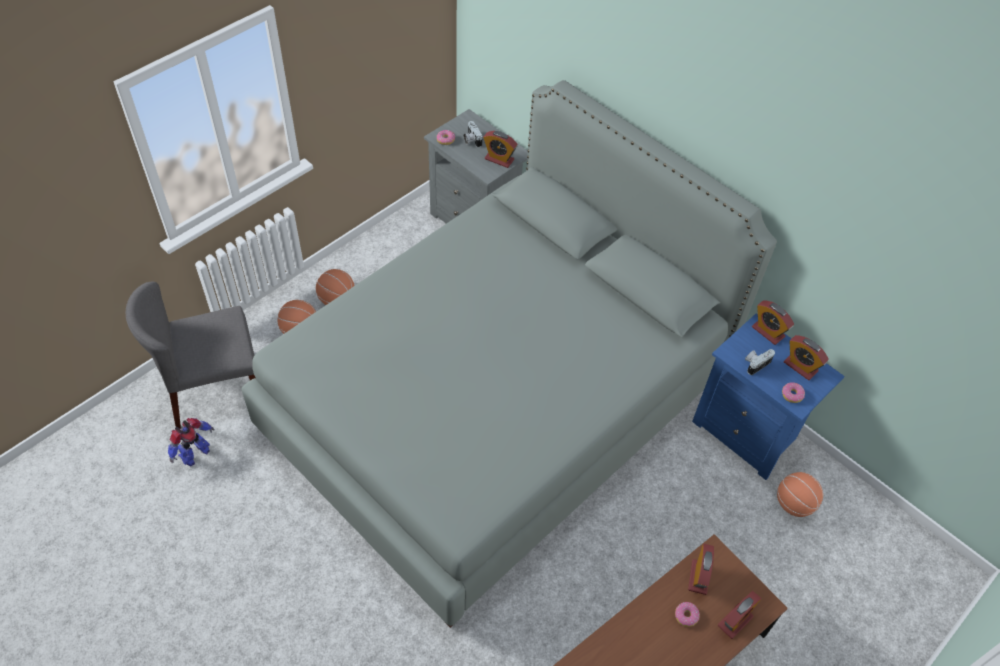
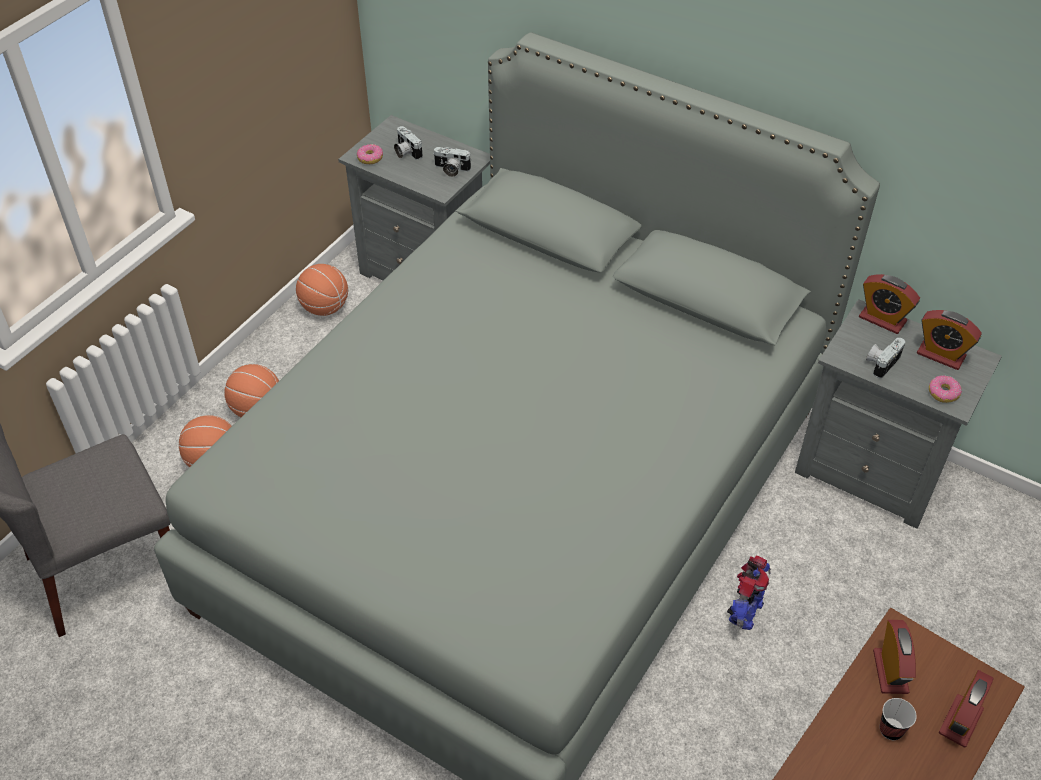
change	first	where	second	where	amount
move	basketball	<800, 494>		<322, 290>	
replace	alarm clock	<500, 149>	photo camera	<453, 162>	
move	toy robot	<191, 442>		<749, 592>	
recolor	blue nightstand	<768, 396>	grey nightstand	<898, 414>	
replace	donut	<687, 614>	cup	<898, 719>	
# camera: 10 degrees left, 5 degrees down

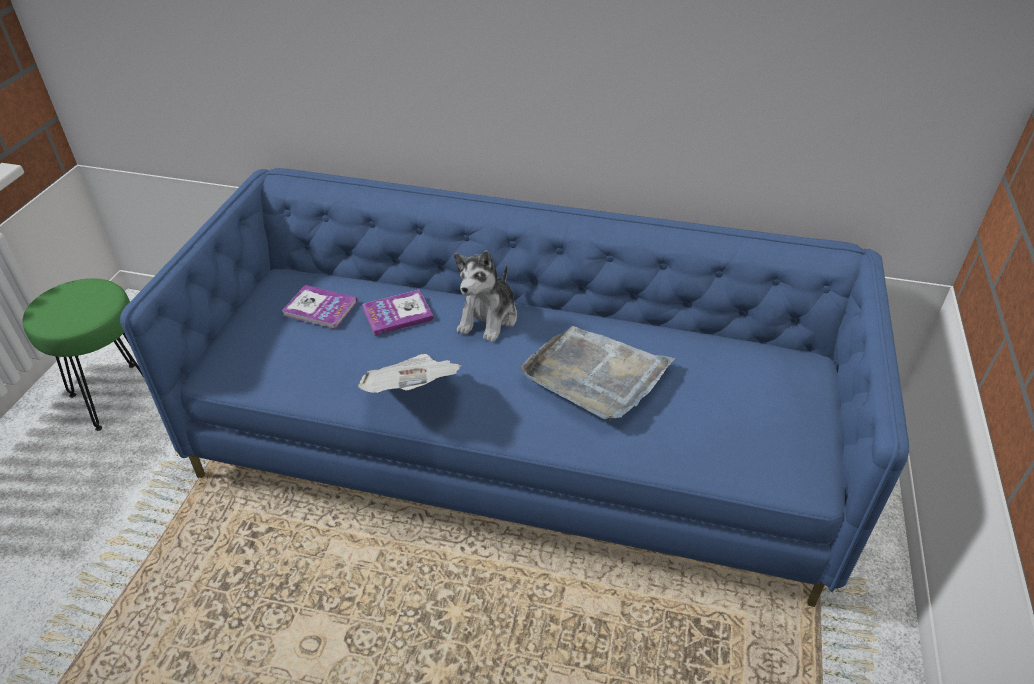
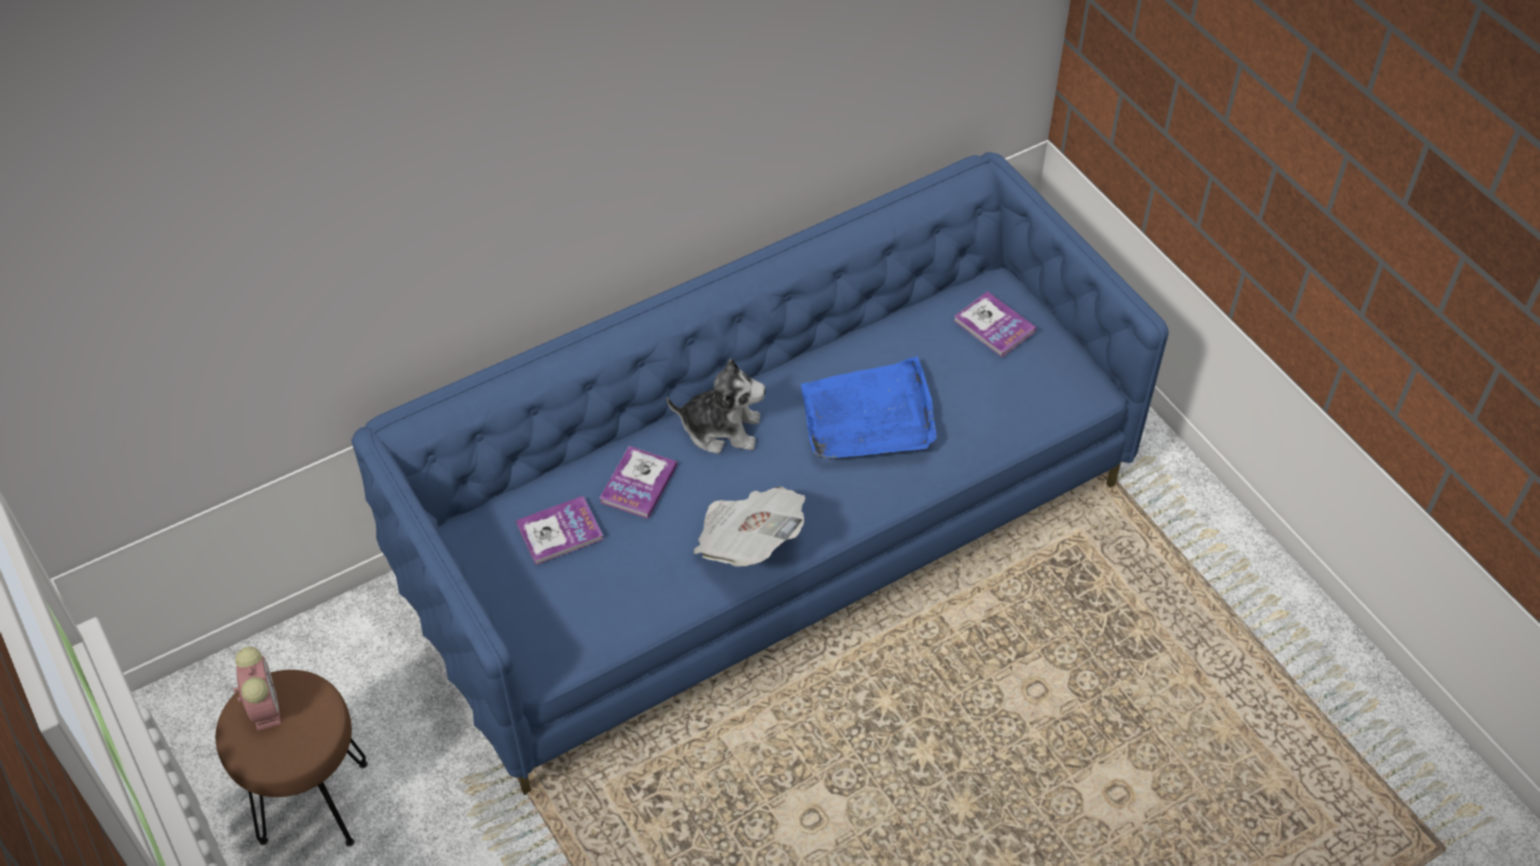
change	first	where	second	where	amount
recolor	green stool	<83, 355>	brown stool	<292, 758>	
insert			alarm clock	<257, 689>	
rotate	plush toy	<485, 296>		<716, 406>	60 degrees counterclockwise
recolor	grey tray	<597, 373>	blue tray	<869, 407>	
insert			book	<995, 324>	
# camera: 45 degrees left, 10 degrees up

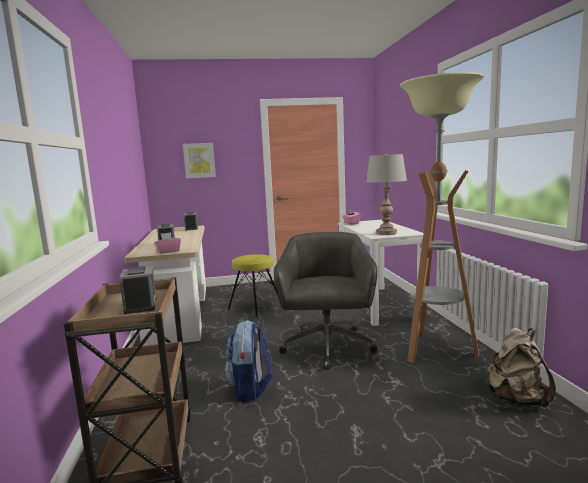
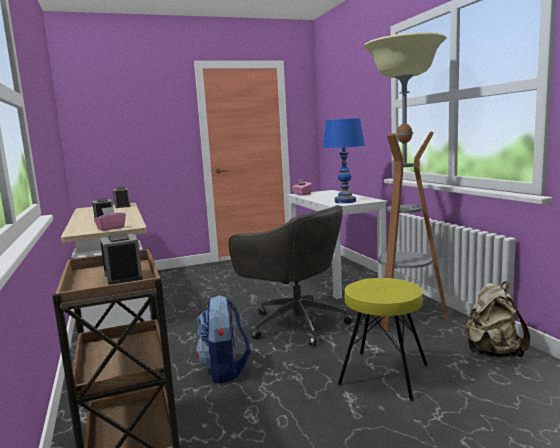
change	first	where	second	where	amount
rotate	grey office chair	<326, 301>		<291, 275>	135 degrees clockwise
recolor	grey table lamp	<386, 194>	blue table lamp	<344, 160>	
move	yellow stool	<253, 285>		<383, 339>	
delete	picture	<199, 161>			
# camera: 10 degrees left, 0 degrees up

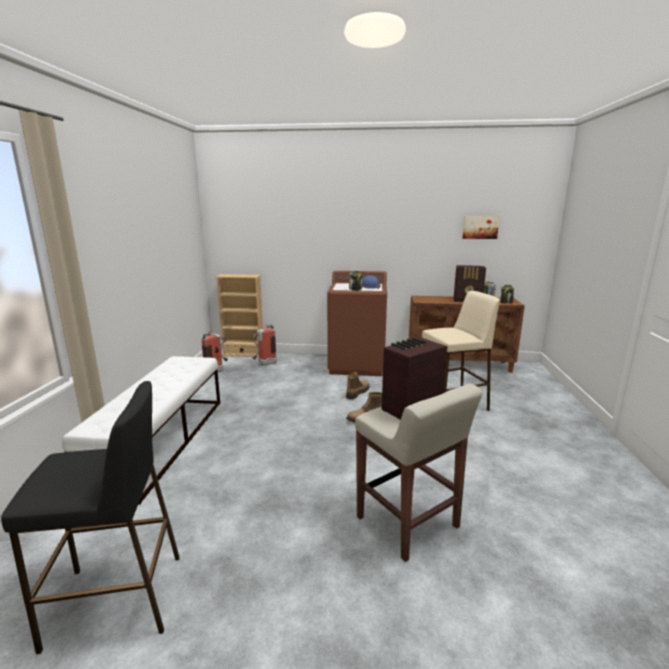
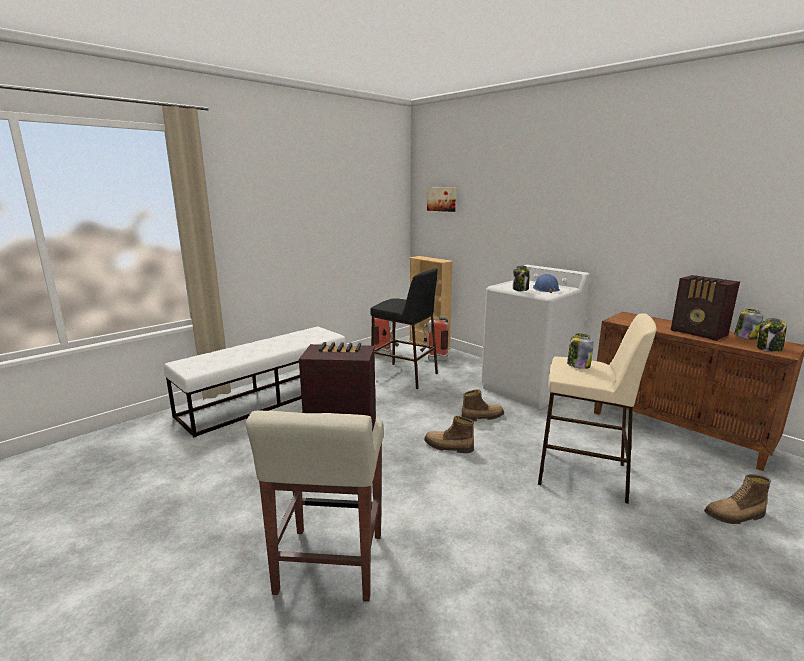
change	first	where	second	where	amount
move	black stool	<90, 517>		<404, 328>	
move	picture	<481, 227>		<441, 199>	
recolor	brown washing machine	<357, 323>	white washing machine	<535, 337>	
insert			jar	<580, 351>	
insert			boot	<737, 499>	
# camera: 40 degrees right, 0 degrees up

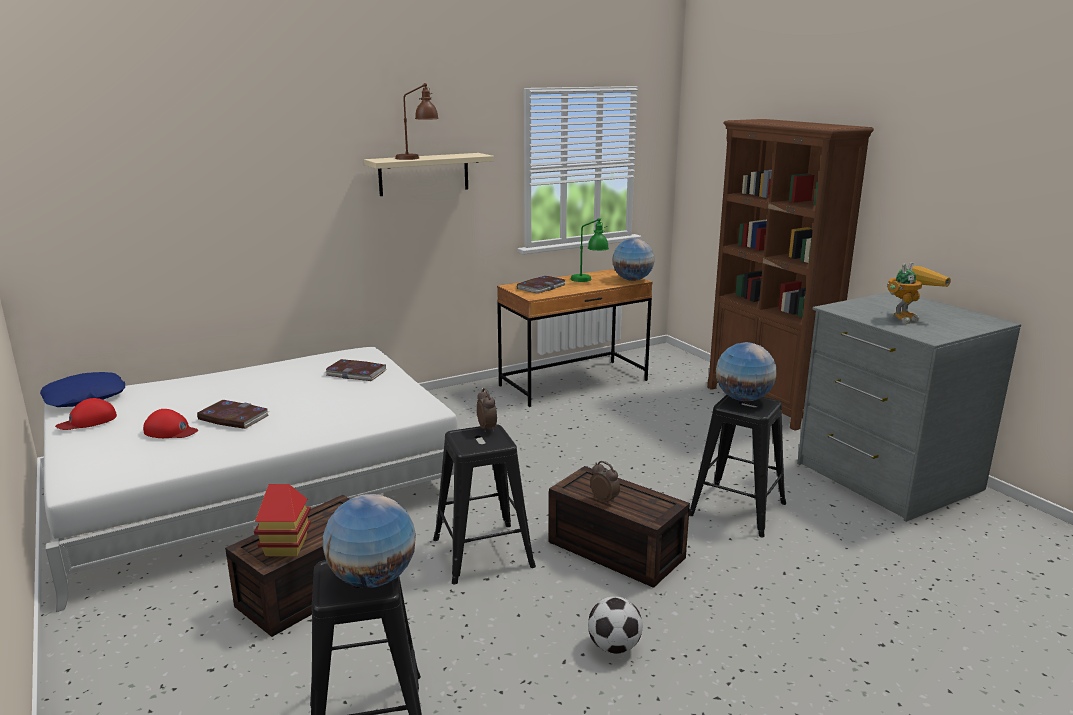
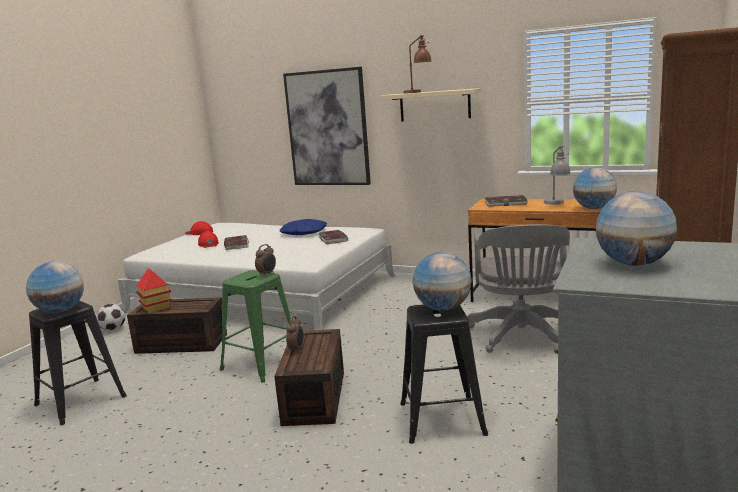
change	first	where	second	where	amount
move	football	<615, 625>		<110, 317>	
recolor	black stool	<484, 504>	green stool	<255, 326>	
move	blue pillow	<82, 389>		<303, 227>	
insert			picture	<327, 126>	
insert			grey office chair	<518, 289>	
recolor	green table lamp	<589, 250>	grey table lamp	<557, 175>	
replace	toy robot	<919, 293>	globe	<636, 228>	
# camera: 55 degrees right, 5 degrees down

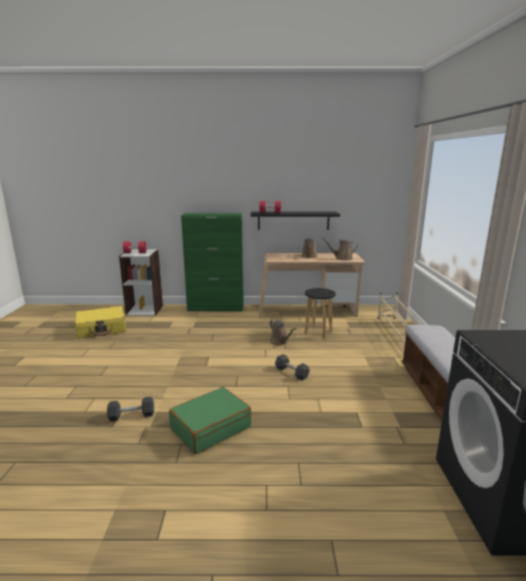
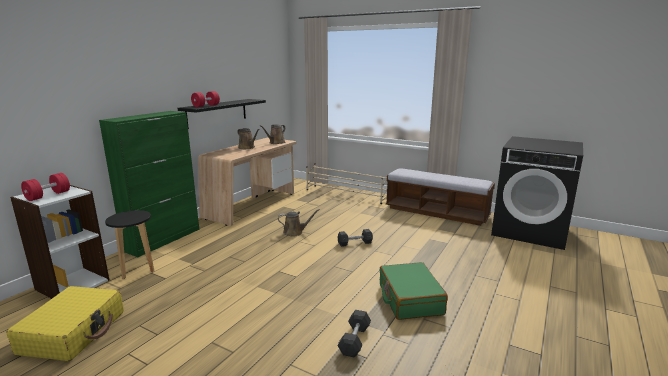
change	first	where	second	where	amount
move	black stool	<320, 313>		<129, 244>	
# camera: 60 degrees left, 0 degrees up

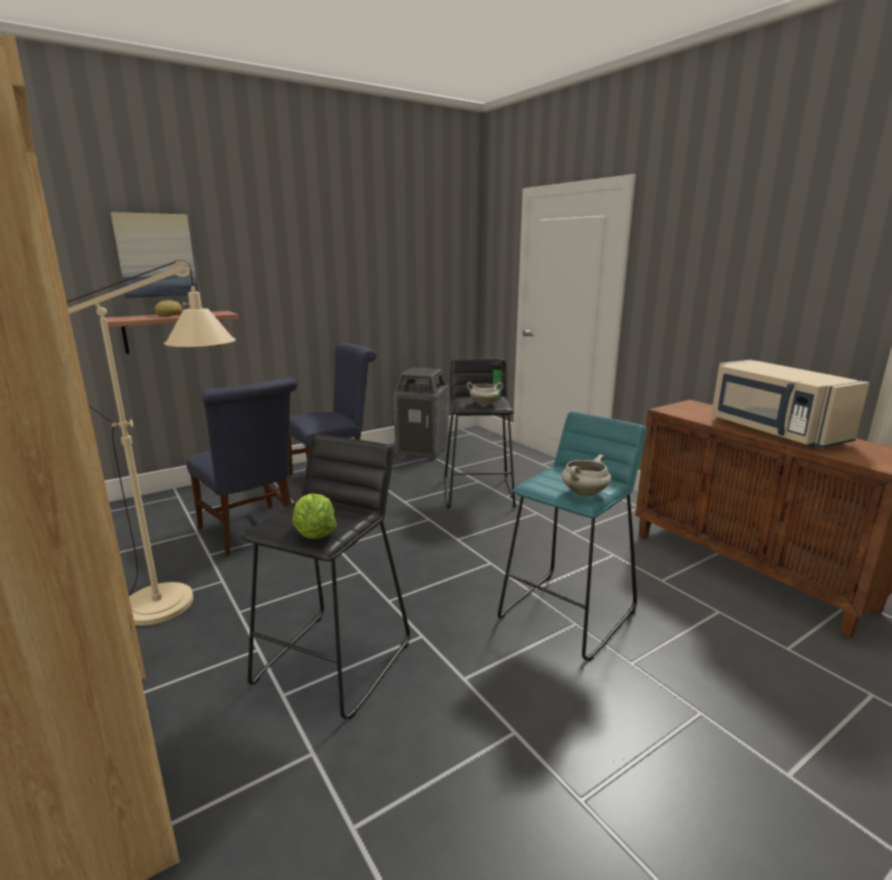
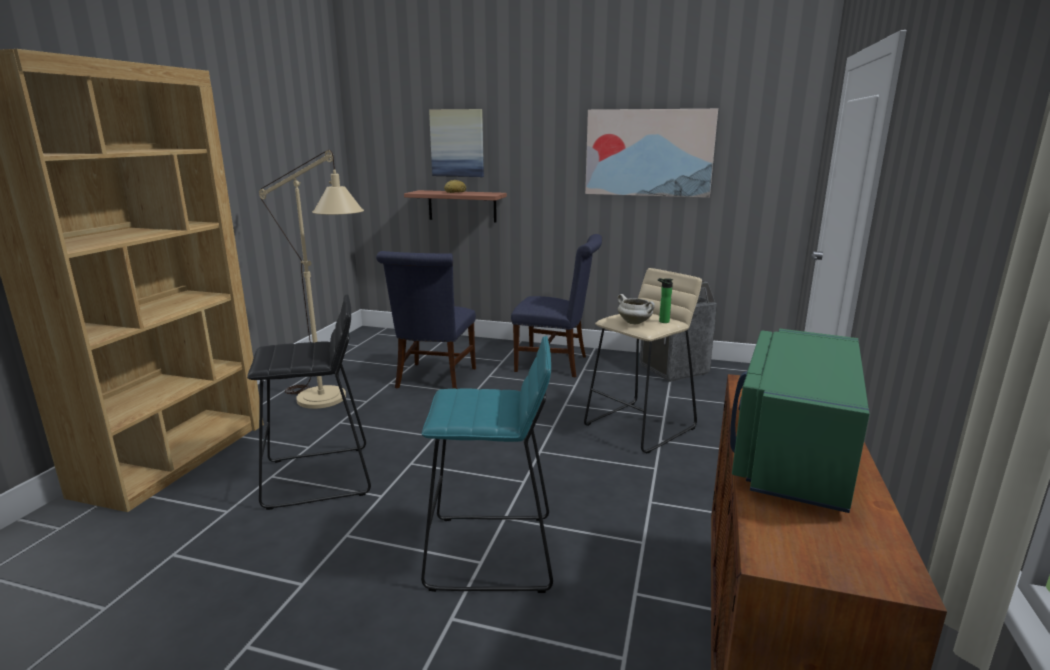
change	first	where	second	where	amount
recolor	black stool	<480, 433>	beige stool	<643, 361>	
insert			picture	<651, 153>	
recolor	beige microwave	<790, 404>	green microwave	<800, 421>	
delete	lettuce	<314, 516>			
delete	white cooking pot	<586, 476>			
# camera: 50 degrees right, 0 degrees up

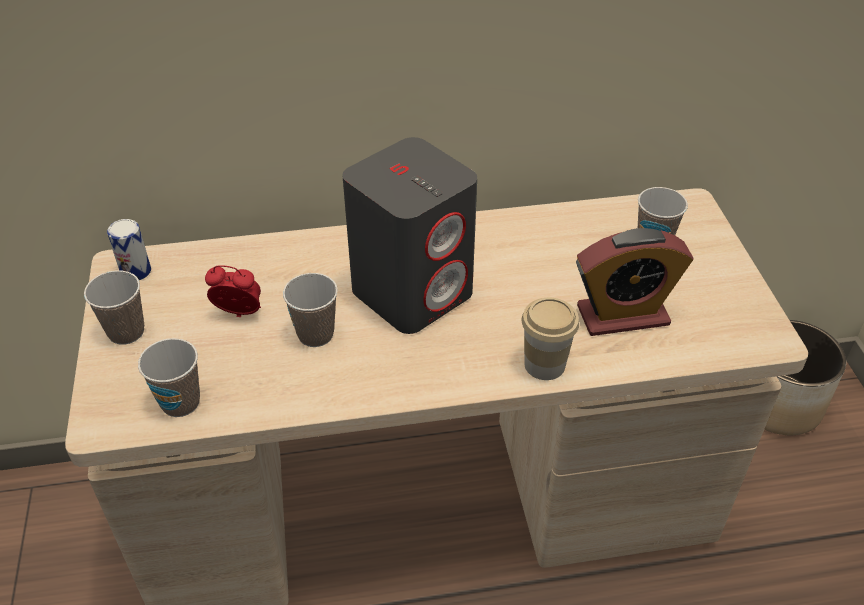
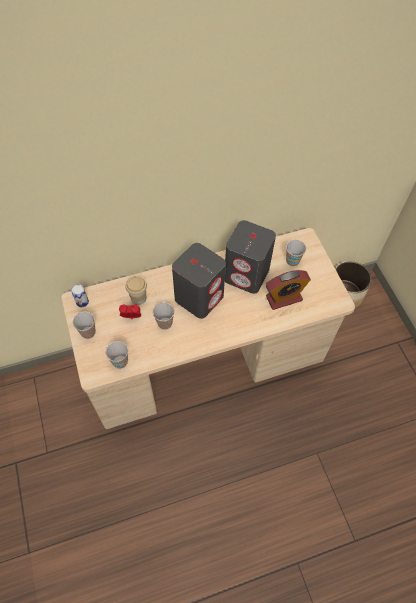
change	first	where	second	where	amount
move	cup	<550, 339>		<136, 290>	
insert			grey speaker	<250, 257>	
# camera: 10 degrees left, 15 degrees up

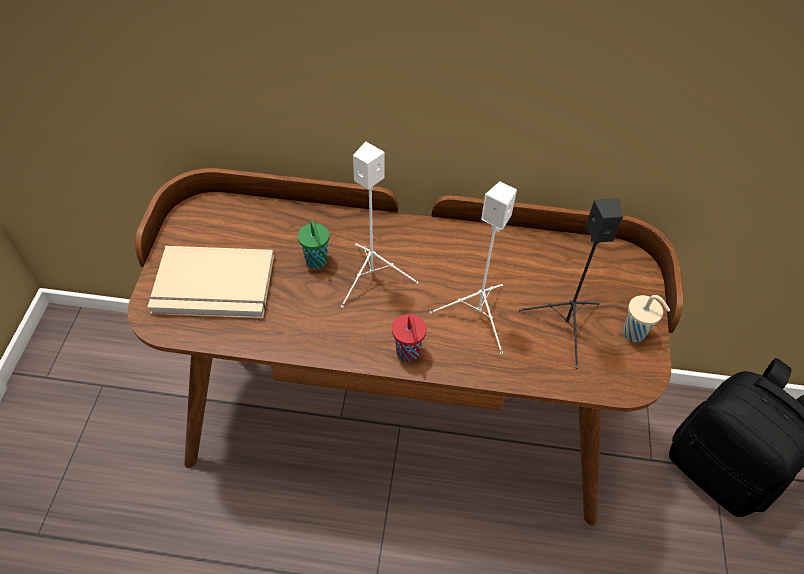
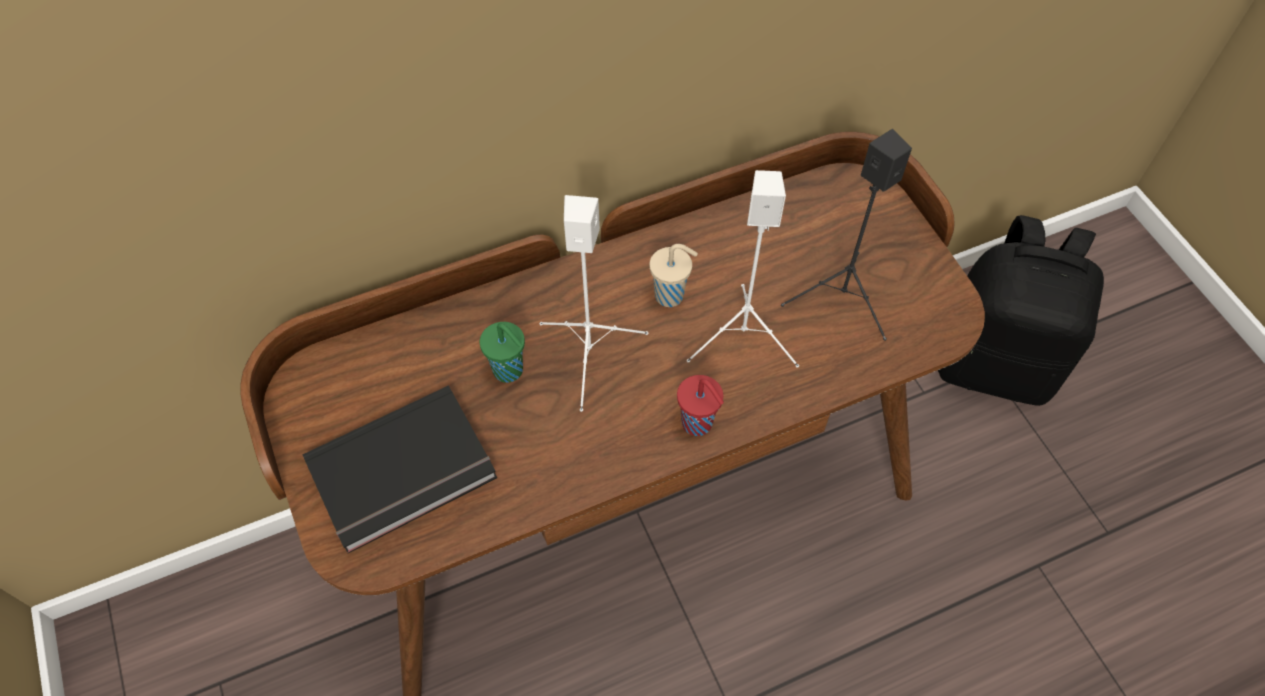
change	first	where	second	where	amount
recolor	beige book	<211, 282>	black book	<399, 469>	
move	beige cup	<646, 318>		<673, 275>	
# camera: 30 degrees left, 5 degrees up

